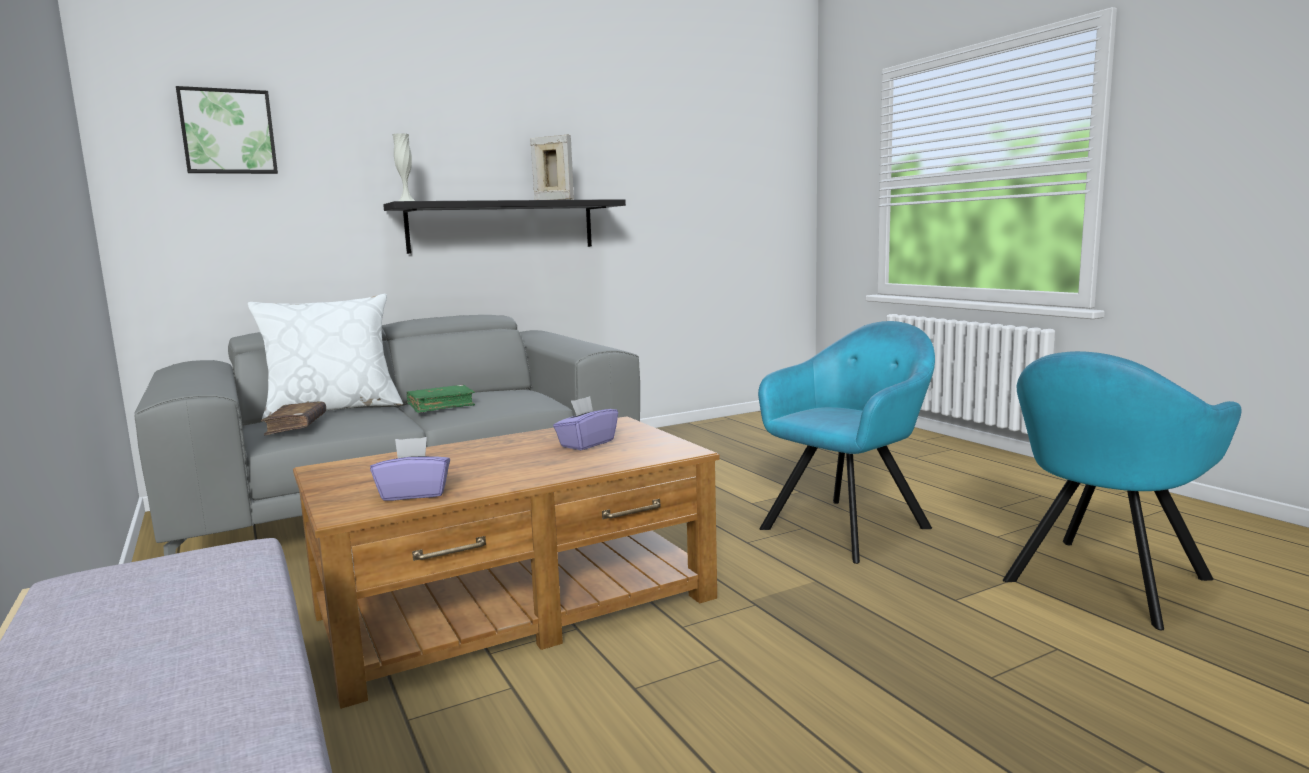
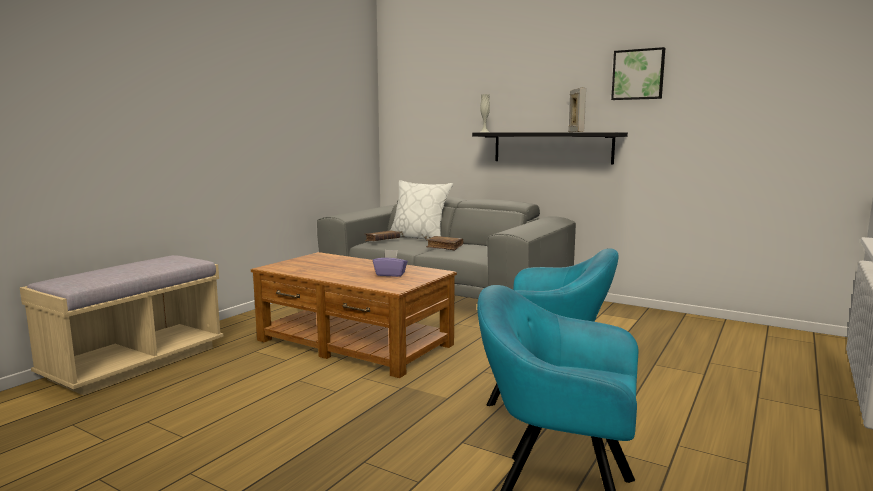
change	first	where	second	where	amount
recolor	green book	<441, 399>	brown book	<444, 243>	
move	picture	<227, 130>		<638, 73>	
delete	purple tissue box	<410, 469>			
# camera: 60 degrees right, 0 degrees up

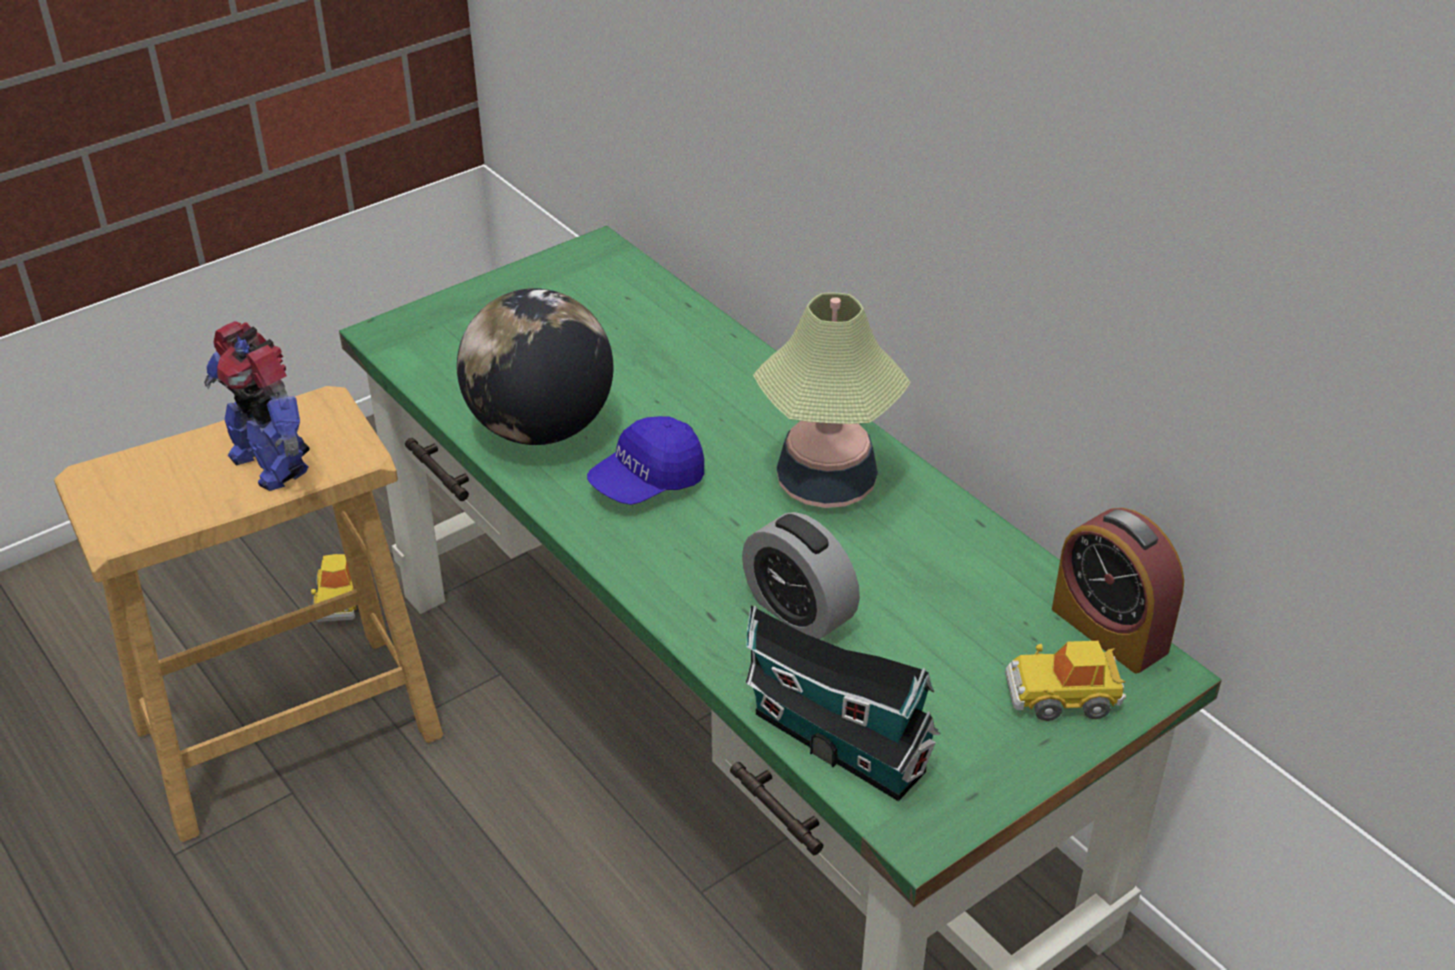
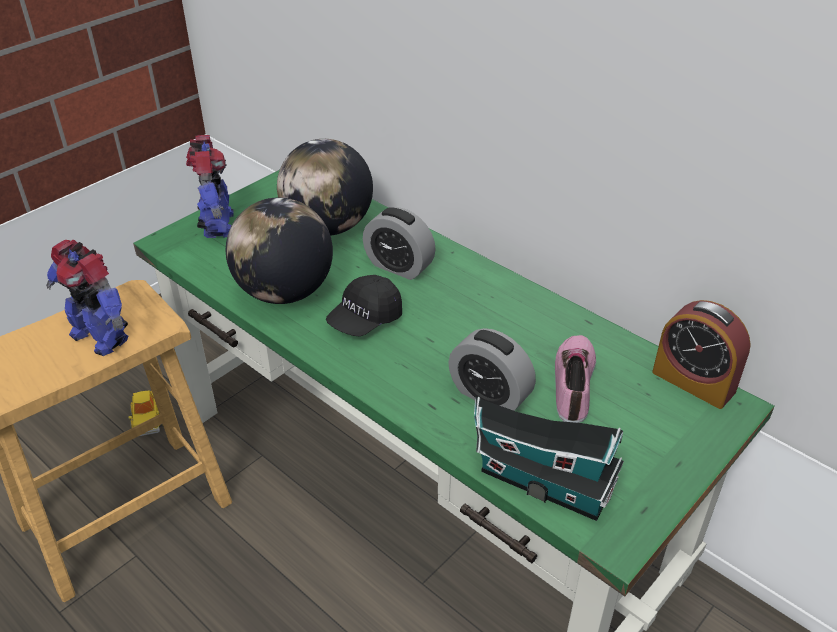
change	first	where	second	where	amount
insert			toy robot	<210, 186>	
insert			globe	<325, 187>	
recolor	blue cap	<645, 460>	black cap	<364, 306>	
insert			alarm clock	<399, 243>	
insert			shoe	<575, 379>	
delete	table lamp	<831, 400>			
delete	toy car	<1065, 681>			
# camera: 10 degrees left, 0 degrees up

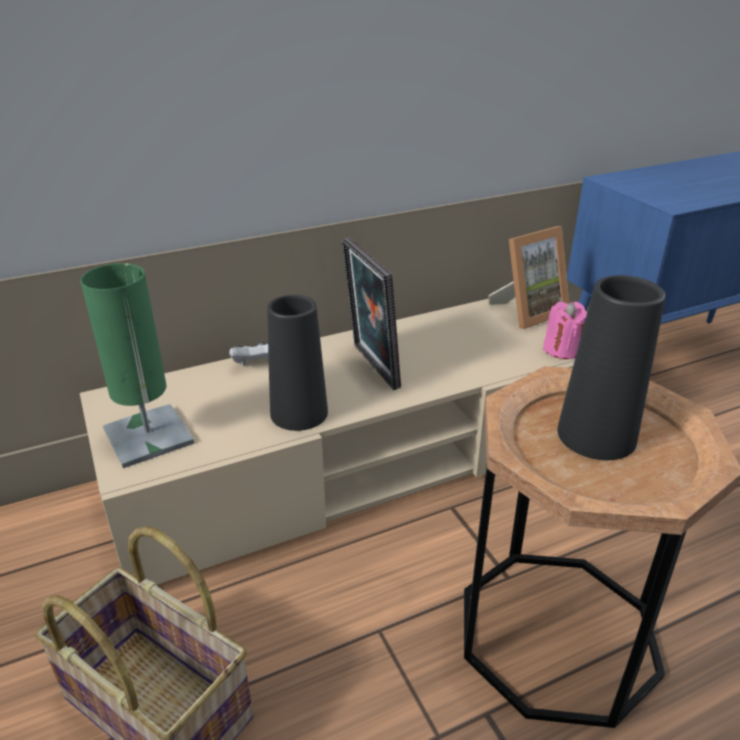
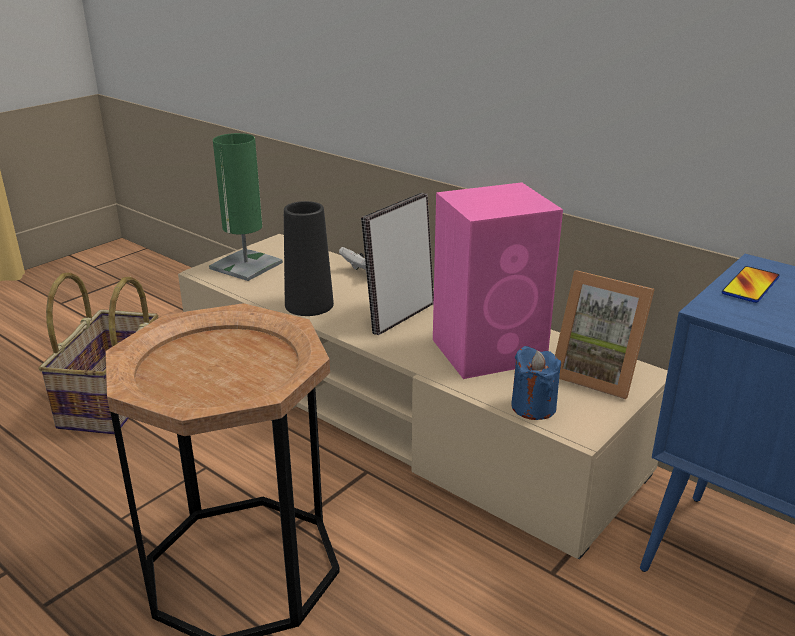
change	first	where	second	where	amount
insert			pink speaker	<498, 280>	
recolor	pink candle	<565, 330>	blue candle	<536, 383>	
insert			phone	<751, 284>	
delete	black vase	<611, 367>			
# camera: 65 degrees right, 5 degrees down

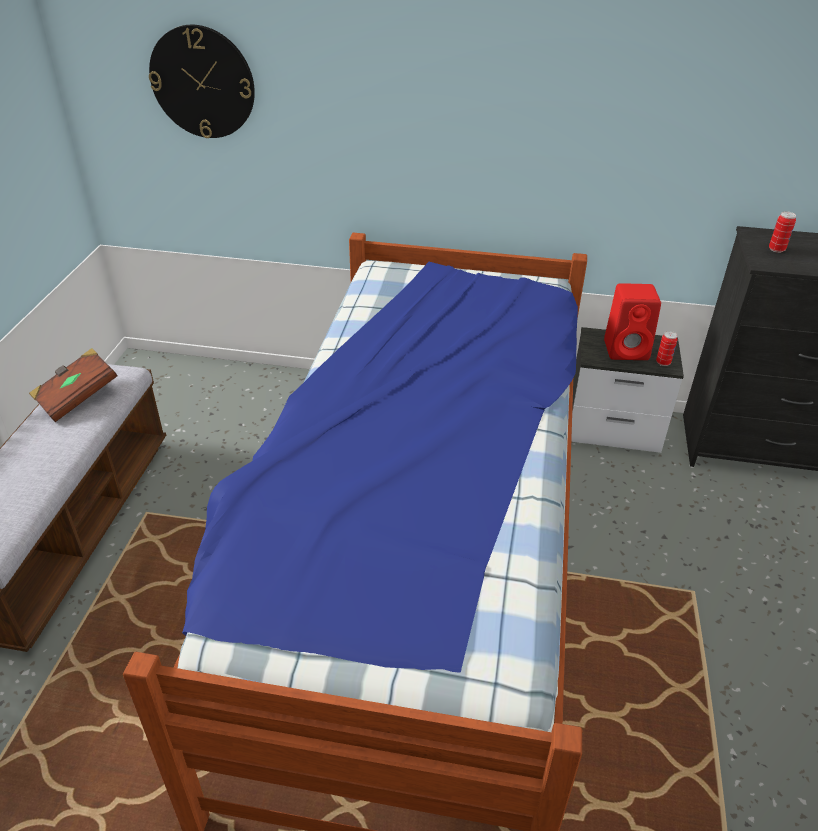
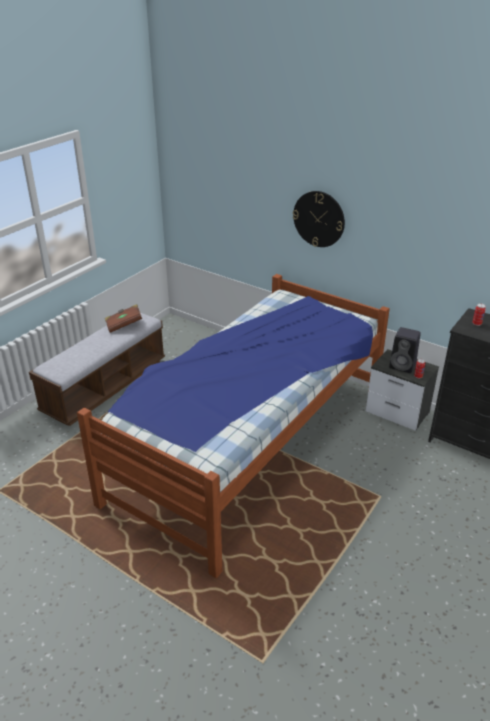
change	first	where	second	where	amount
move	wall clock	<202, 81>		<319, 219>	
recolor	red speaker	<632, 321>	black speaker	<405, 350>	
# camera: 25 degrees right, 5 degrees down

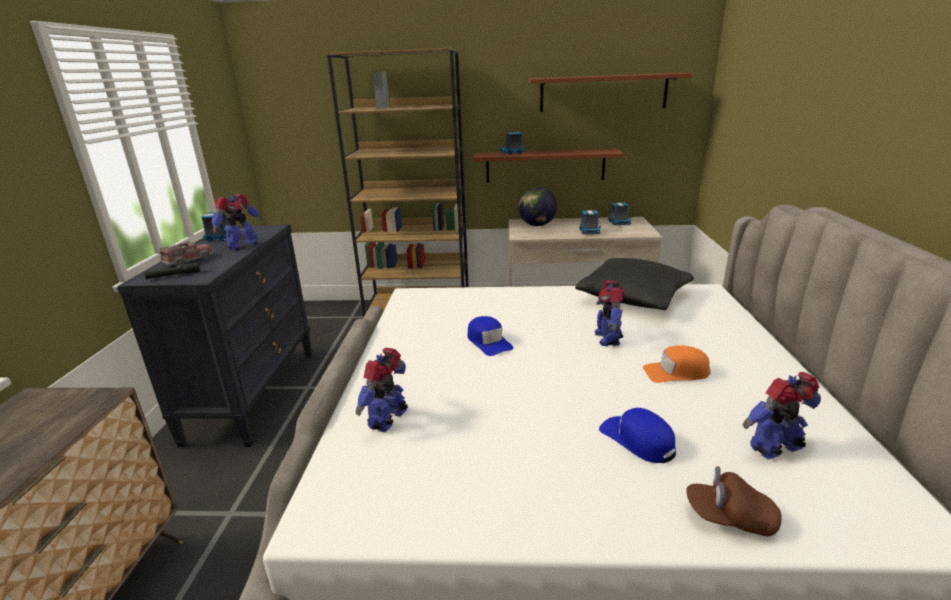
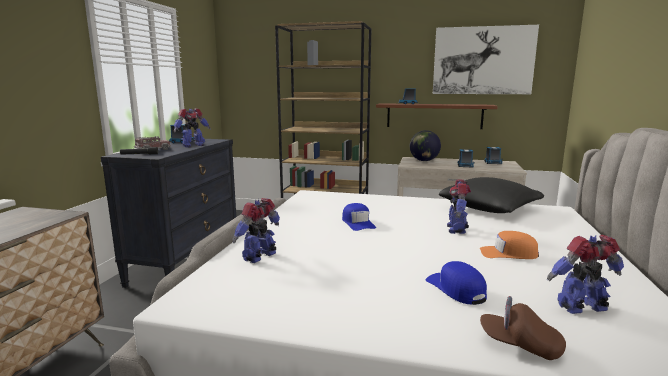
change	first	where	second	where	amount
replace	brown shelf	<611, 92>	picture	<486, 59>	
# camera: 10 degrees right, 10 degrees down

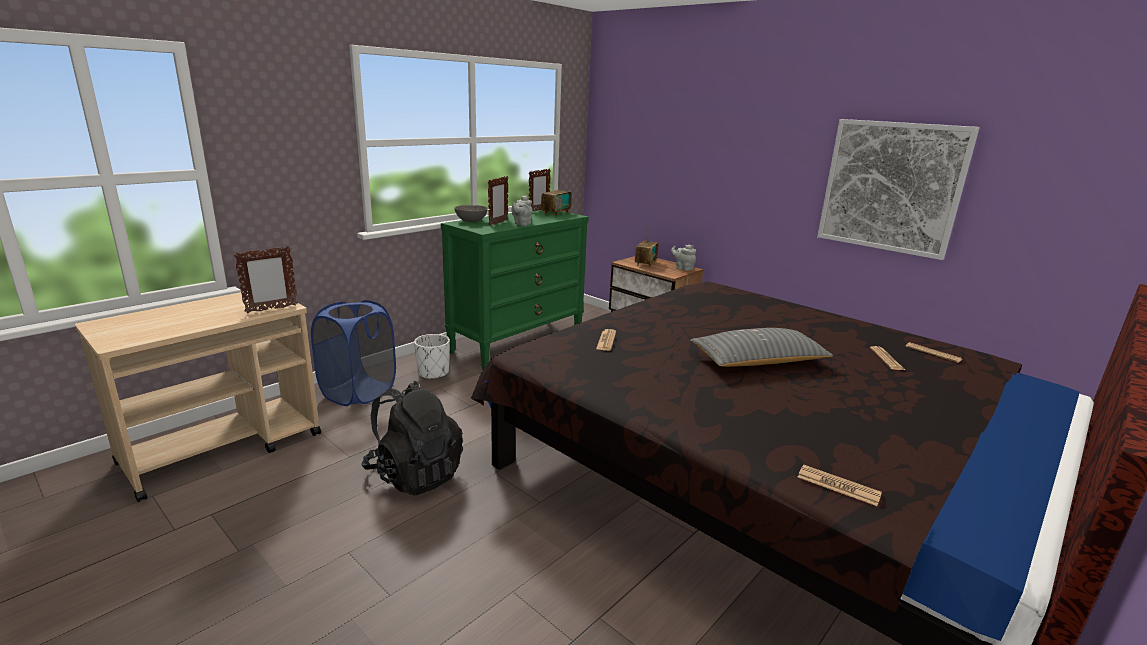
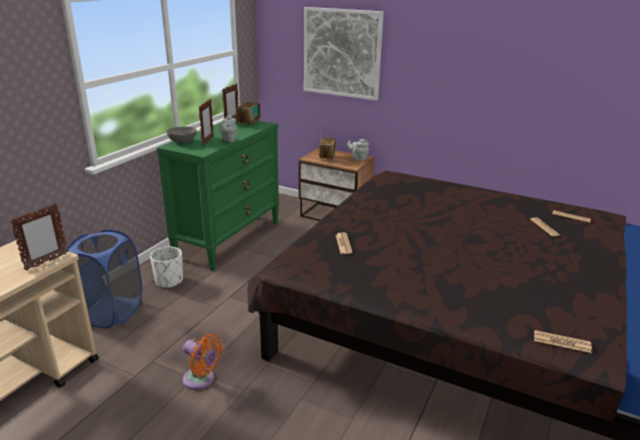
change	first	where	second	where	amount
replace	black backpack	<412, 438>	orange fan	<203, 362>	
move	picture	<898, 189>		<344, 54>	
delete	grey pillow	<761, 347>			
# camera: 15 degrees left, 5 degrees up

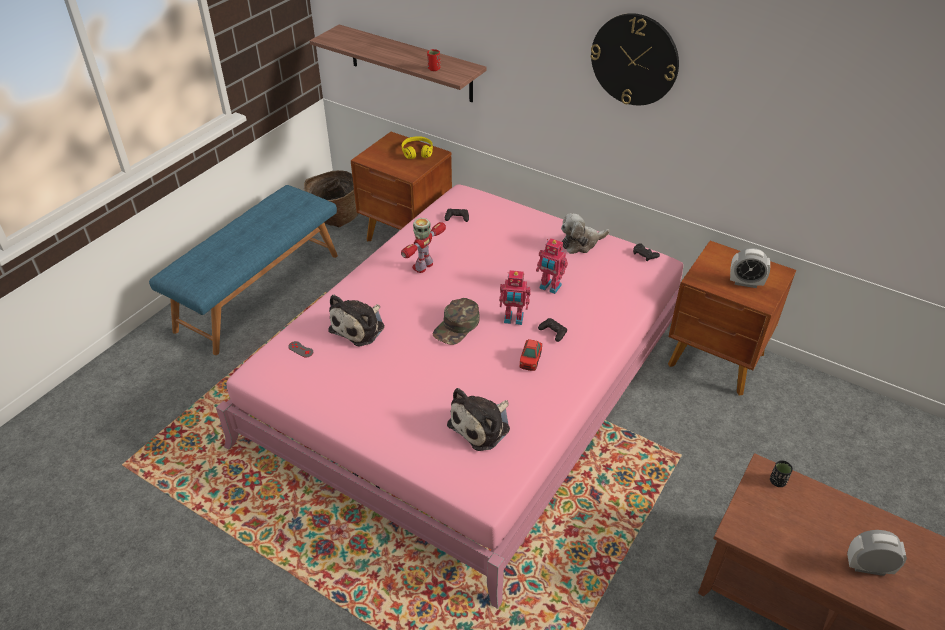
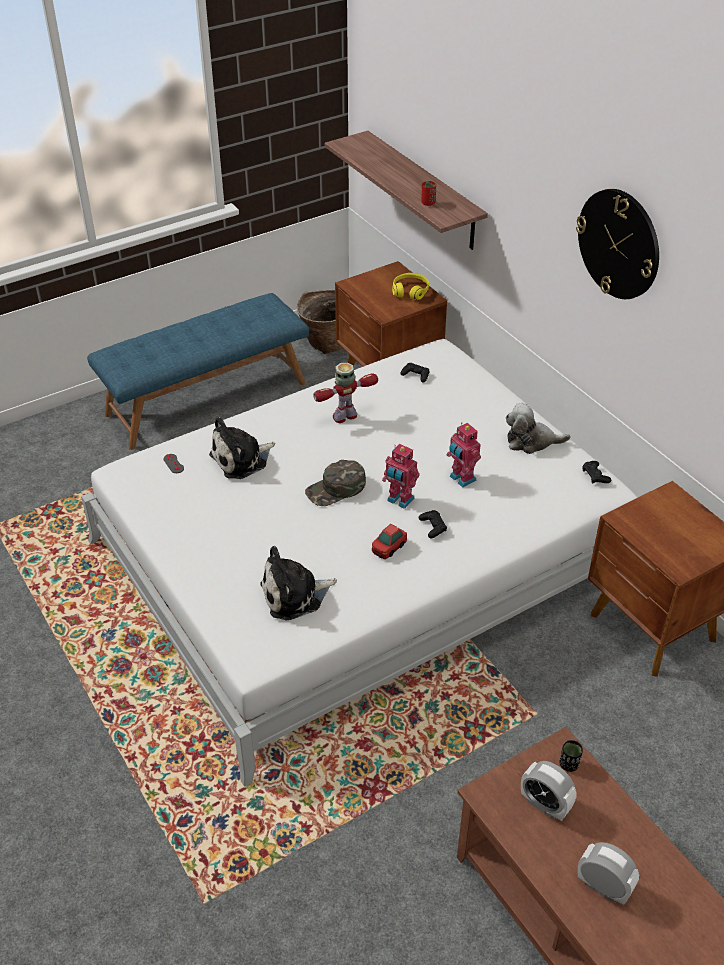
change	first	where	second	where	amount
recolor	pink bed	<449, 396>	white bed	<359, 563>	
move	alarm clock	<750, 268>		<548, 791>	
# camera: 25 degrees right, 0 degrees up

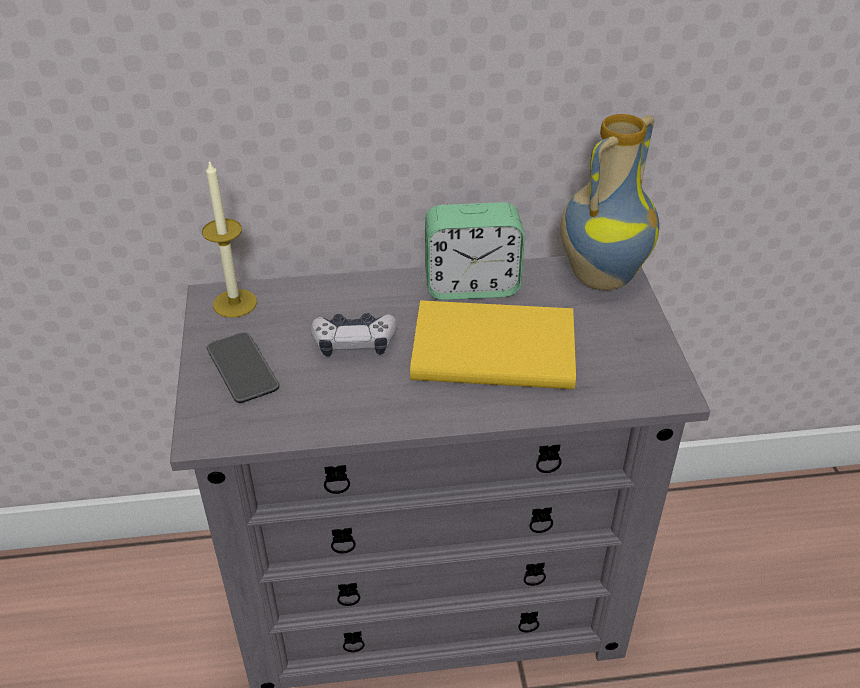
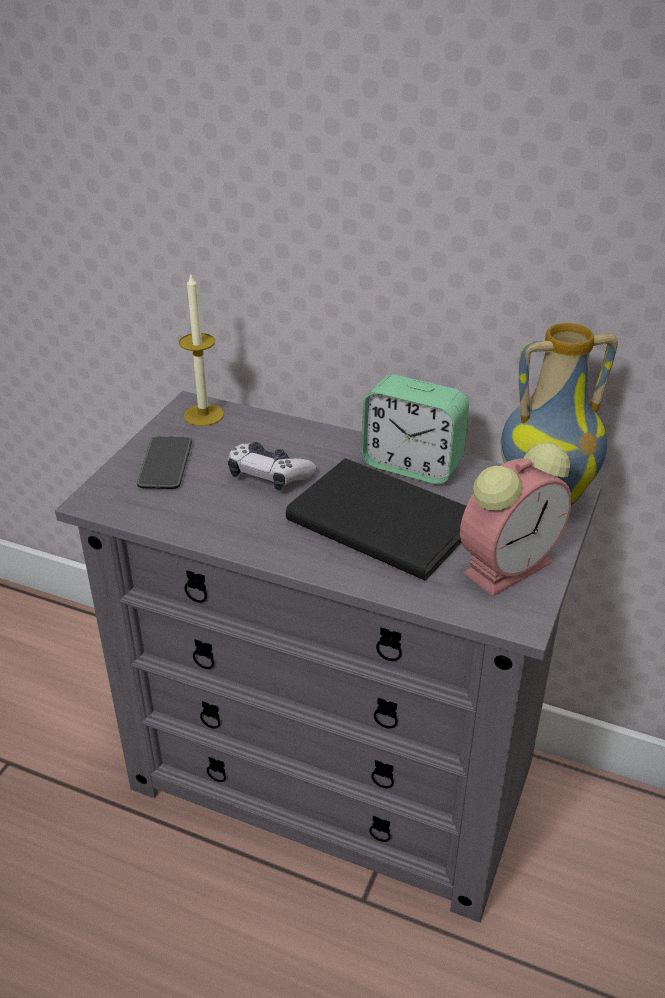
change	first	where	second	where	amount
recolor	yellow book	<493, 344>	black book	<376, 519>	
insert			alarm clock	<516, 519>	
# camera: 30 degrees right, 5 degrees down

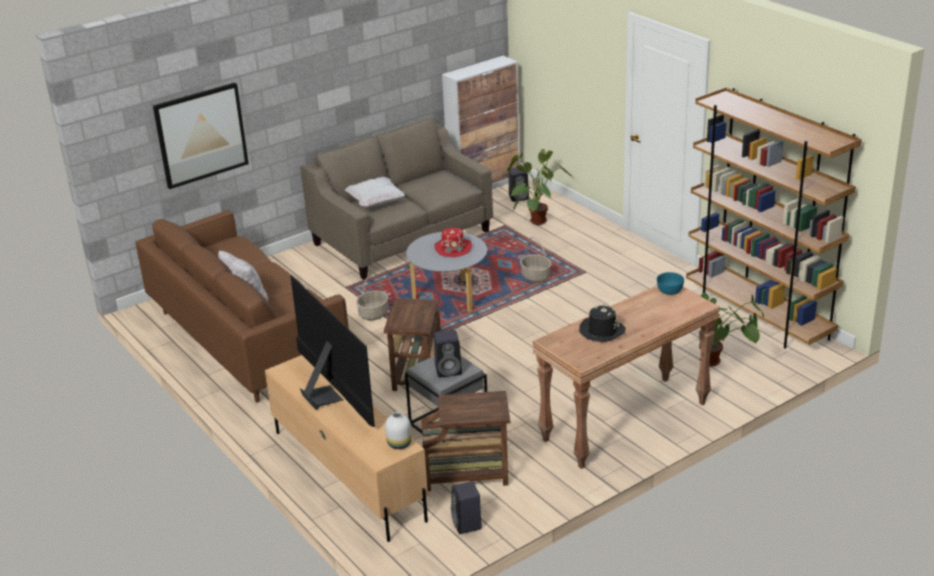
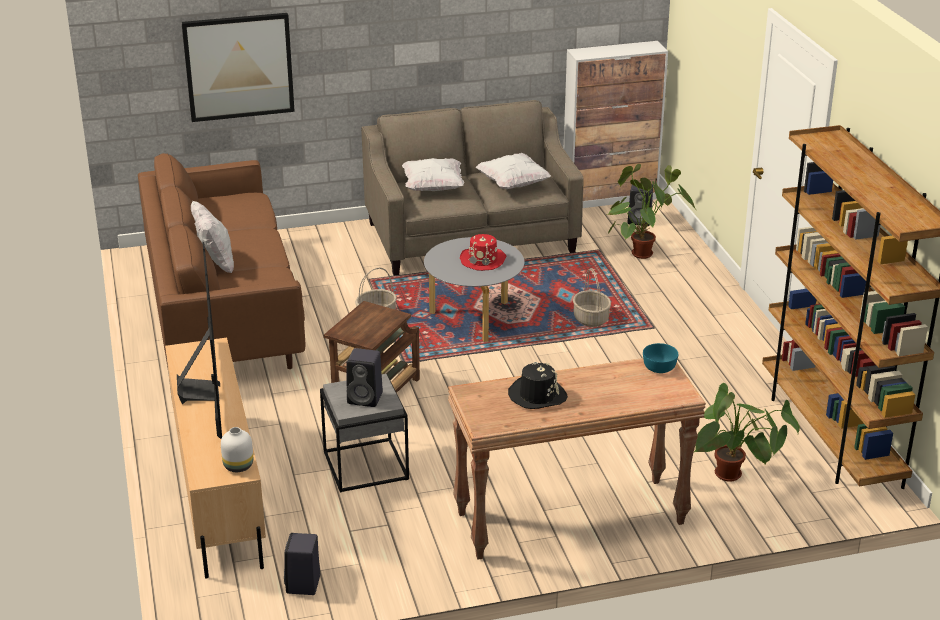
change	first	where	second	where	amount
insert			white pillow	<513, 171>	
delete	brown side table	<465, 441>			
# camera: 20 degrees right, 0 degrees up

